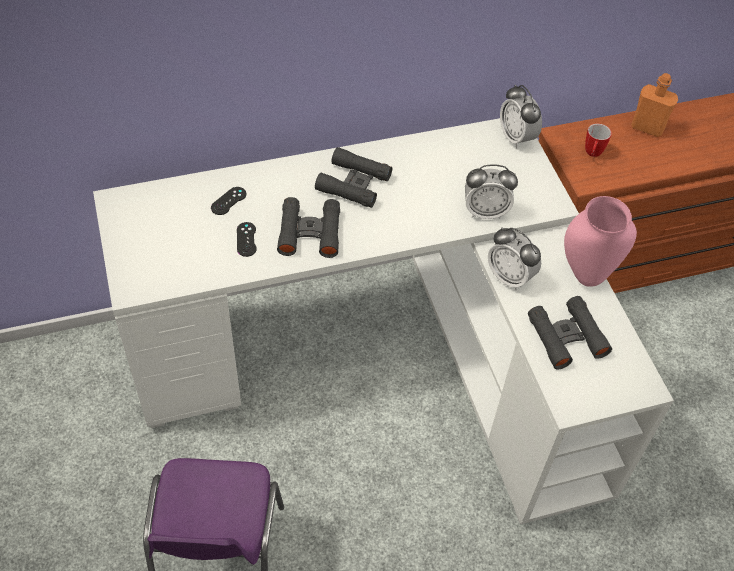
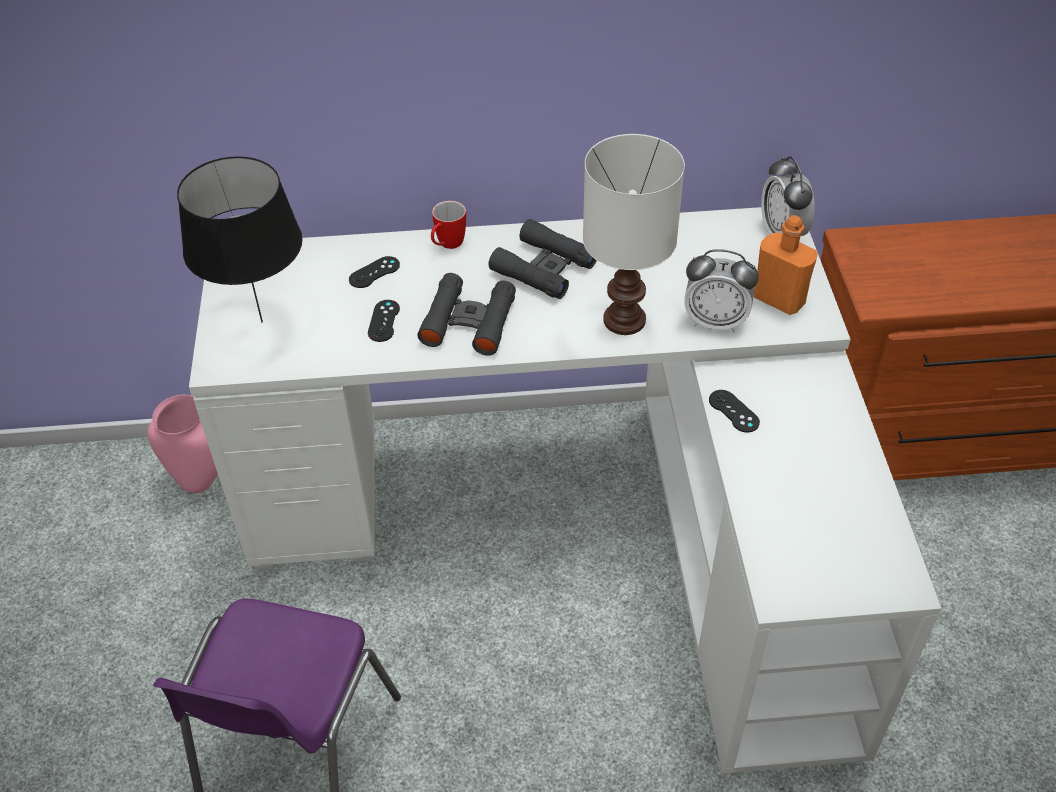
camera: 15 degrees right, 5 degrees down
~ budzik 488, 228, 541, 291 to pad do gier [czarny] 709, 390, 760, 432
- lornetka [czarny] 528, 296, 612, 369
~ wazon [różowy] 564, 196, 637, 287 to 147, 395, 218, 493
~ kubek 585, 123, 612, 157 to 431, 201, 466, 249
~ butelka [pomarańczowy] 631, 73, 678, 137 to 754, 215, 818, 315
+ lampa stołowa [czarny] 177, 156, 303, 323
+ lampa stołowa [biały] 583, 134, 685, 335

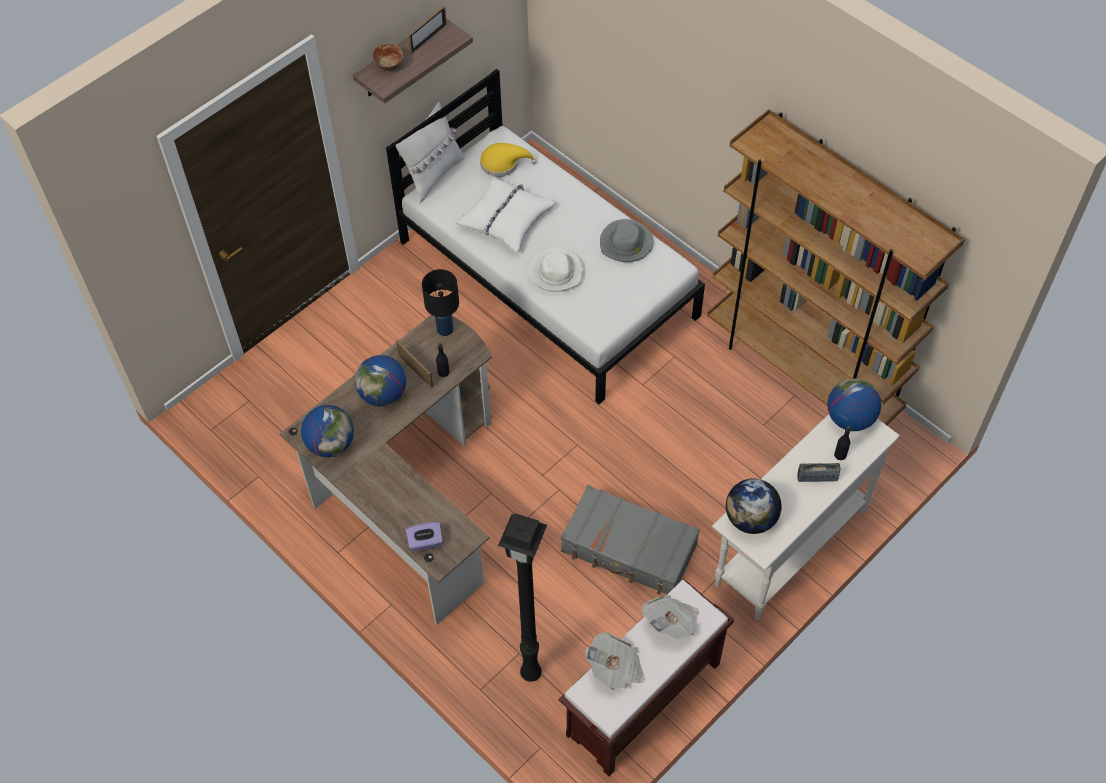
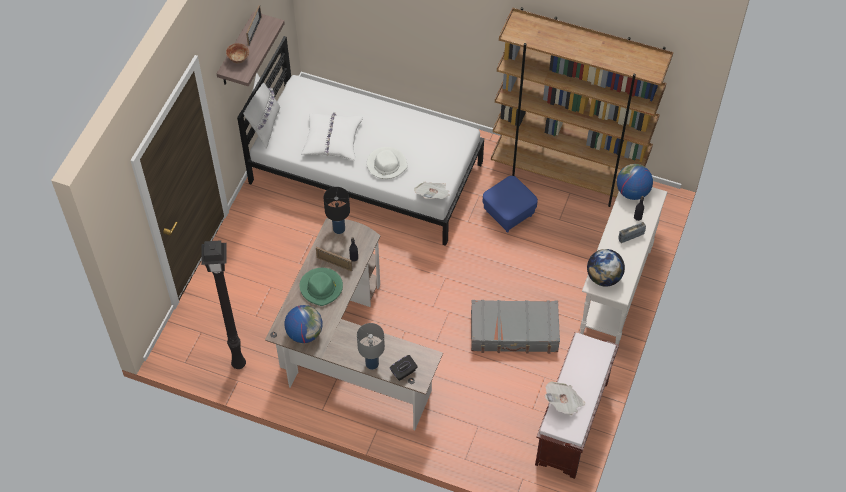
camera: 25 degrees left, 0 degrees up
~ globus 355, 355, 406, 406 to kapelusz [zielony] 299, 268, 343, 306
~ pudełko chusteczek [fioletowy] 405, 522, 443, 552 to pudełko chusteczek [czarny] 390, 355, 418, 381
- kapelusz [żółty] 480, 143, 537, 177
~ lampa stojąca [czarny] 498, 513, 547, 682 to 201, 240, 246, 369
- kapelusz [szary] 600, 219, 653, 262
~ gazeta 642, 595, 699, 639 to 414, 182, 450, 199
+ lampa stołowa [szary] 357, 323, 385, 370
+ pufa [niebieski] 483, 176, 538, 232

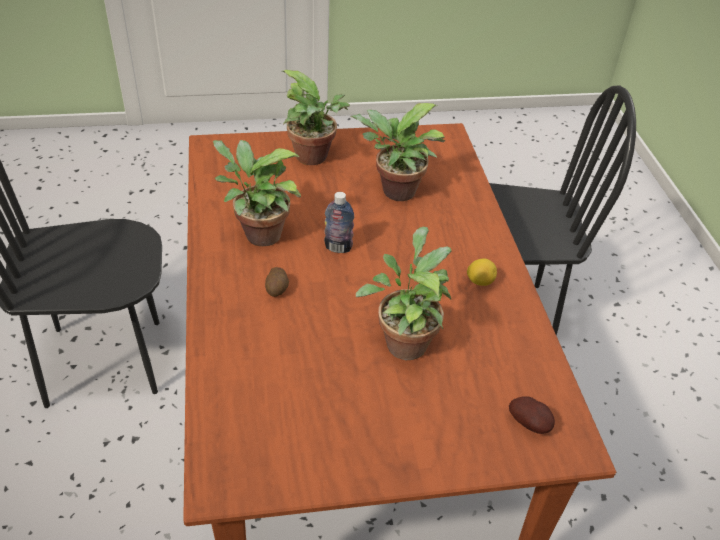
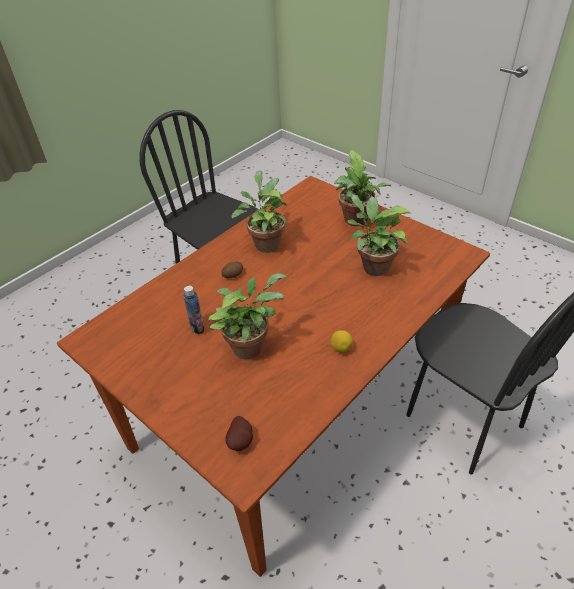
camera: 55 degrees right, 0 degrees up
~ butelka 324, 192, 354, 253 to 183, 286, 204, 334

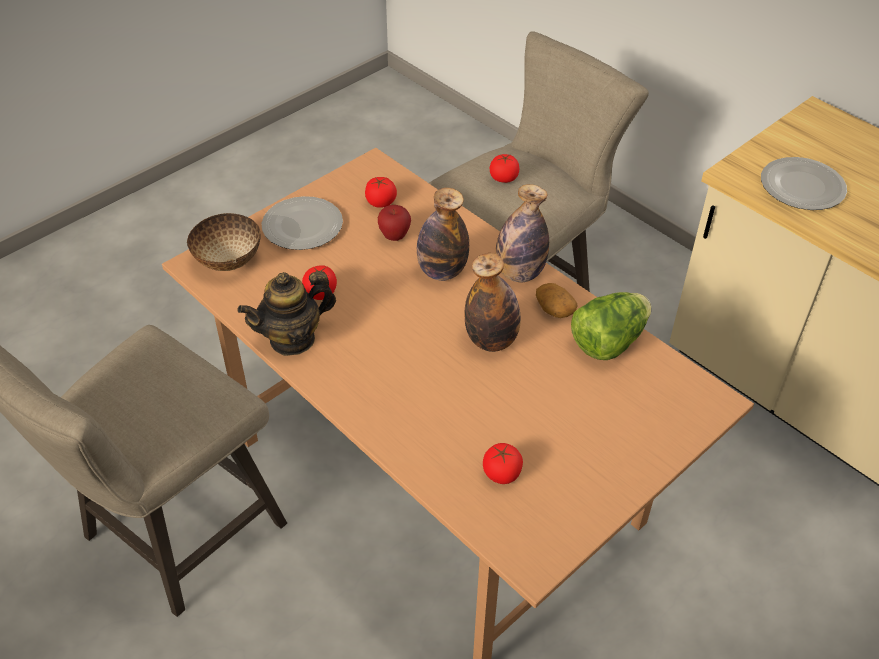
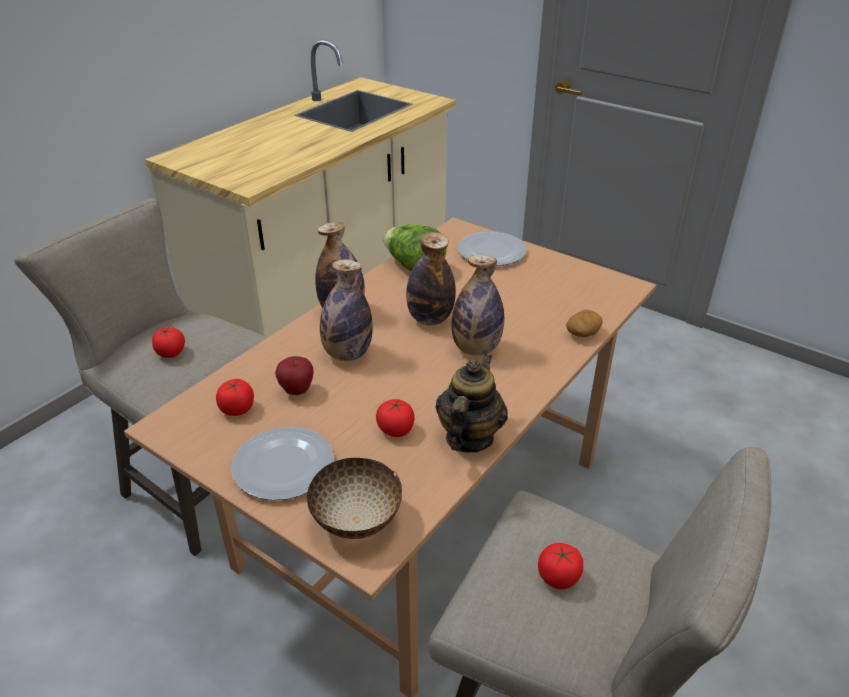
camera: 100 degrees left, 10 degrees down
~ imbryk 237, 271, 336, 356 = 436, 354, 508, 453 120 degrees counterclockwise
~ pomidor 483, 443, 523, 484 to 538, 543, 583, 589
~ ziemniak 536, 283, 578, 318 to 566, 309, 603, 337
~ talerz 761, 157, 847, 210 to 458, 231, 527, 266
+ butelka 452, 255, 504, 355

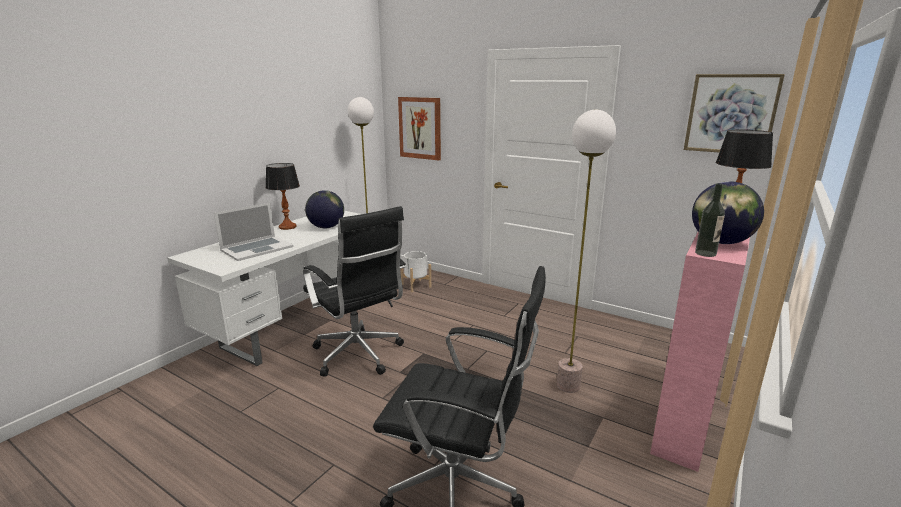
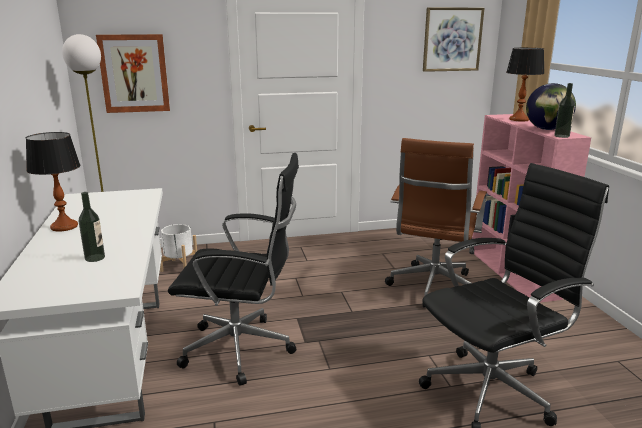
camera: 45 degrees left, 0 degrees up
~ laptop 214, 203, 294, 261 to butelka 79, 192, 105, 262
- globus 305, 190, 344, 228
~ lampa stojąca 557, 110, 616, 393 to krzesło biurowe [brązowy] 385, 138, 487, 308

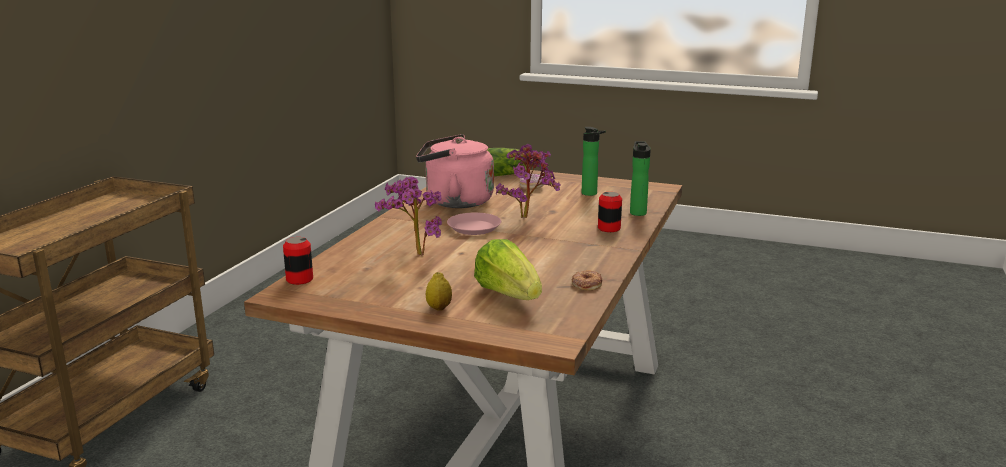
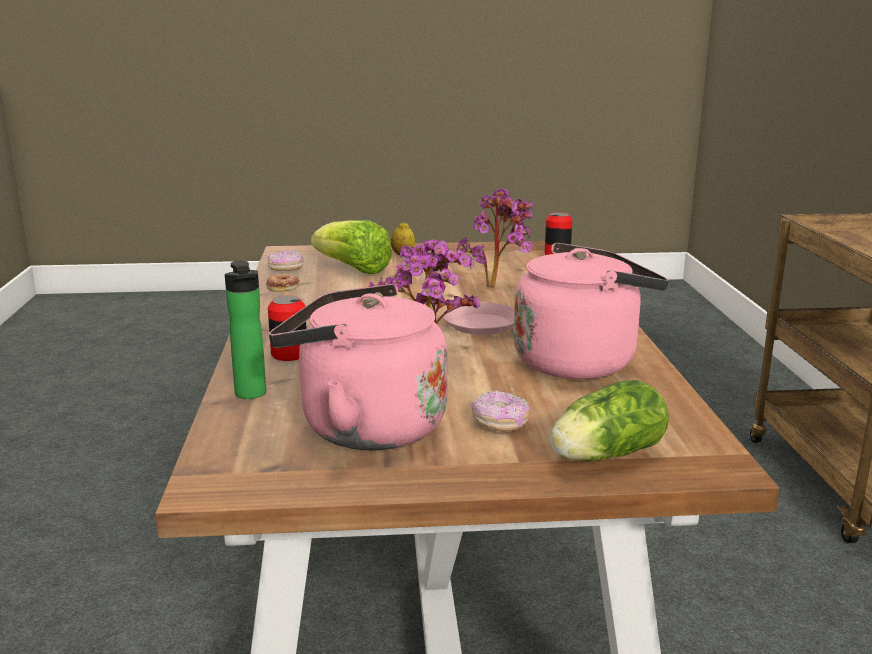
camera: 155 degrees right, 0 degrees up
~ butelka 582, 127, 606, 196 to czajnik [różowy] 269, 284, 447, 450
+ donut 267, 250, 303, 271

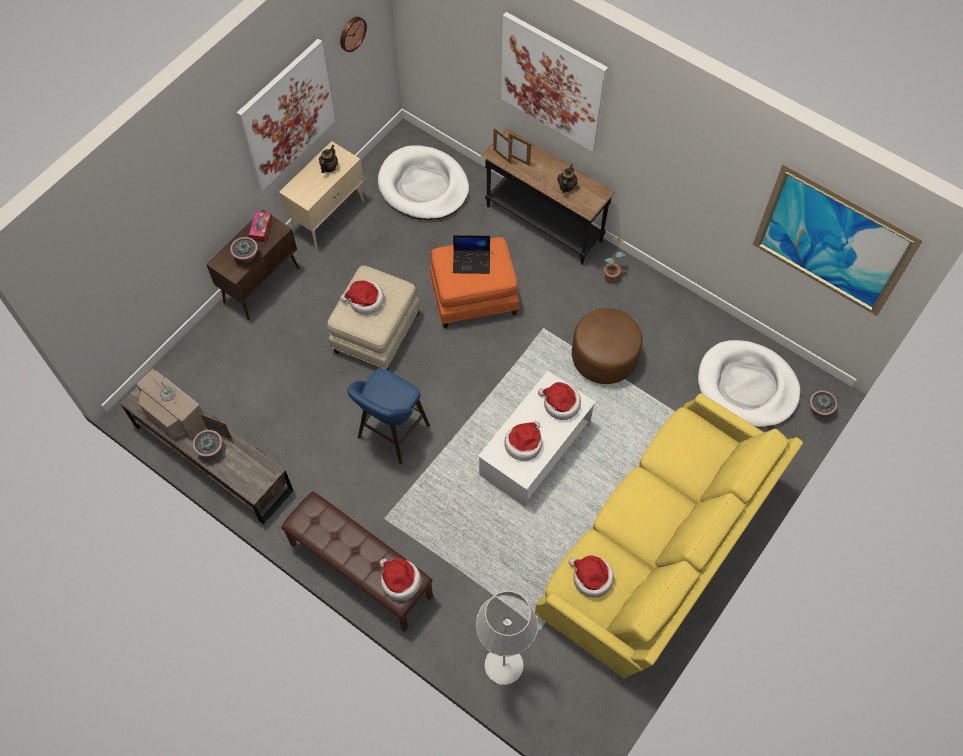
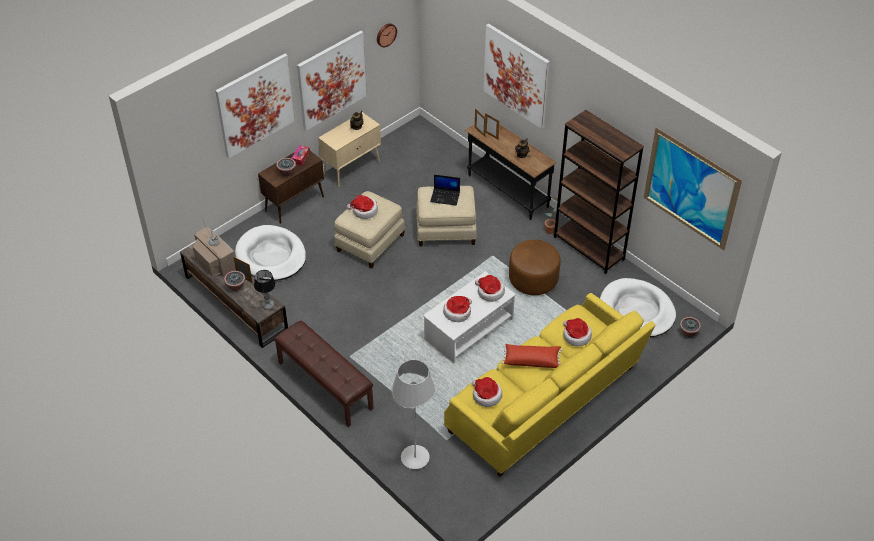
camera: 10 degrees right, 15 degrees down
- stołek [niebieski] 347, 368, 430, 464
~ legowisko [biały] 378, 145, 469, 220 to 235, 225, 306, 281
~ kapelusz 380, 558, 421, 601 to 563, 318, 592, 347
~ pufa [pomarańczowy] 430, 237, 519, 328 to pufa [beżowy] 416, 186, 477, 246
+ obraz 215, 54, 295, 158
+ lampa stołowa 254, 270, 276, 310
+ poduszka [czerwony] 502, 344, 562, 368
+ regał [brązowy] 554, 110, 644, 274

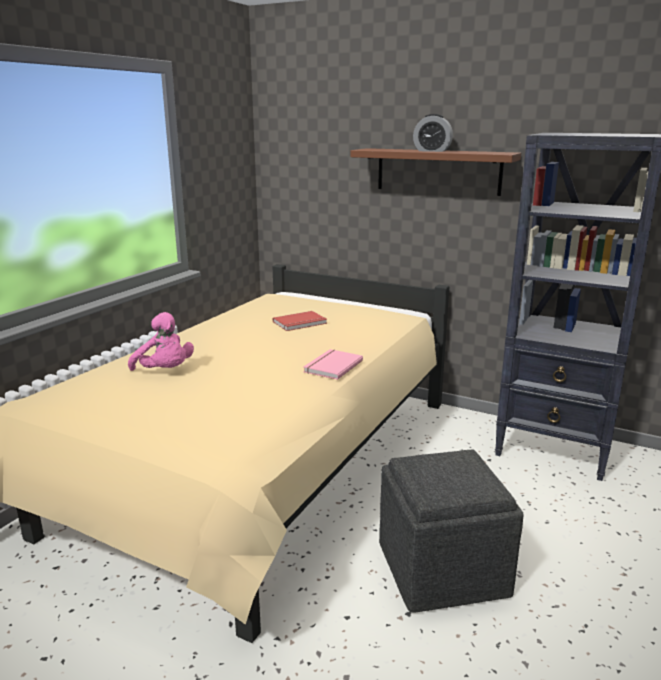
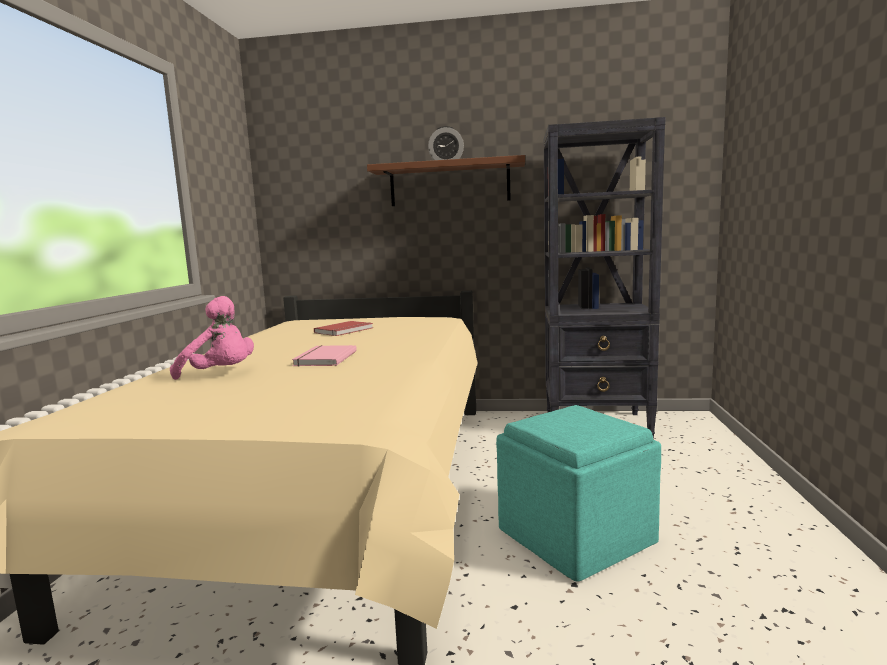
camera: 20 degrees left, 10 degrees down
~ książka [różowy] 304, 349, 363, 380 to 292, 345, 357, 367
~ pufa [szary] 379, 449, 524, 613 to pufa [turkusowy] 496, 405, 661, 581

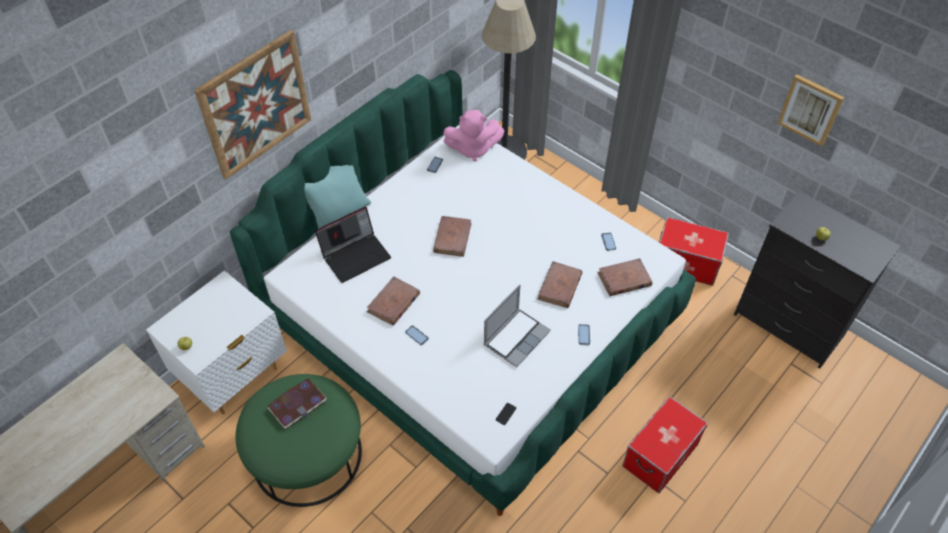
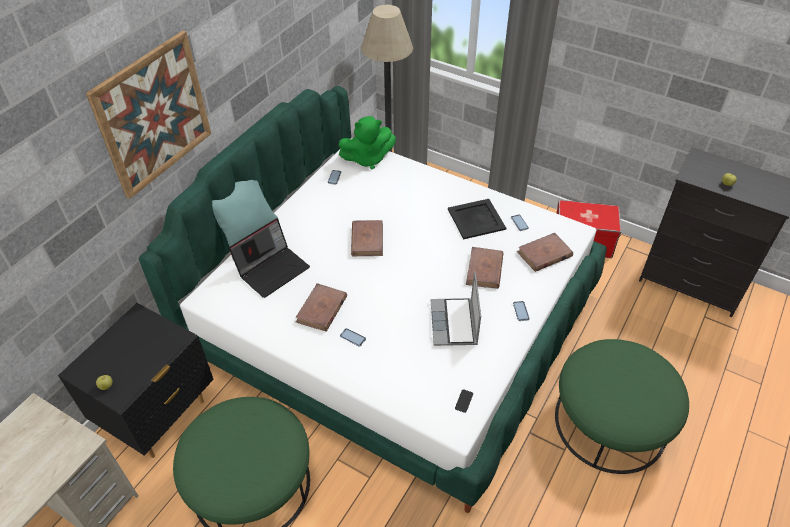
camera: 10 degrees left, 5 degrees down
~ szafka nocna [biały] 146, 270, 287, 415 to szafka nocna [czarny] 58, 303, 213, 458
- książka 268, 378, 327, 429
~ pluszak [różowy] 443, 110, 504, 161 to pluszak [zielony] 339, 116, 396, 169
~ laptop 483, 285, 551, 367 = 431, 271, 481, 346 150 degrees clockwise
~ pojemnik do przechowywania 622, 396, 708, 493 to pufa [zielony] 555, 339, 689, 474
- obraz 777, 74, 844, 146
+ taca [czarny] 448, 199, 506, 239

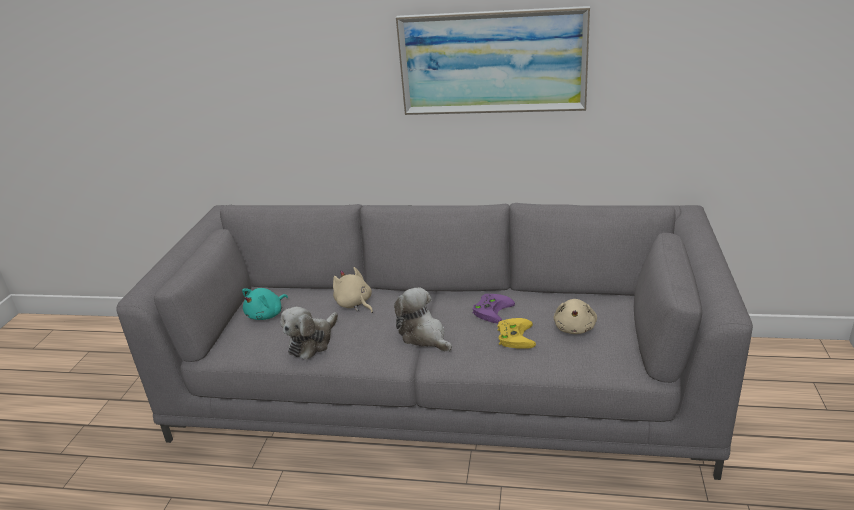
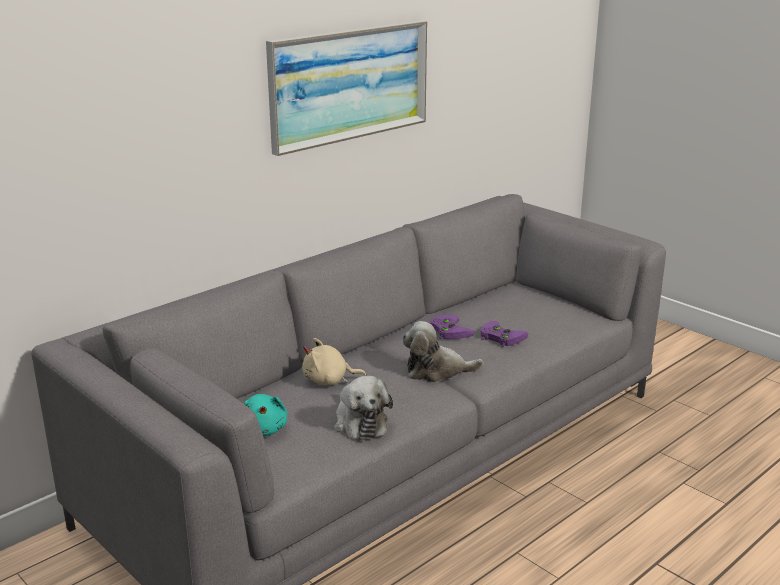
camera: 55 degrees left, 5 degrees down
~ pad do gier [żółty] 497, 318, 536, 349 to pad do gier [fioletowy] 480, 321, 528, 347
- pluszak [beżowy] 554, 299, 597, 334

